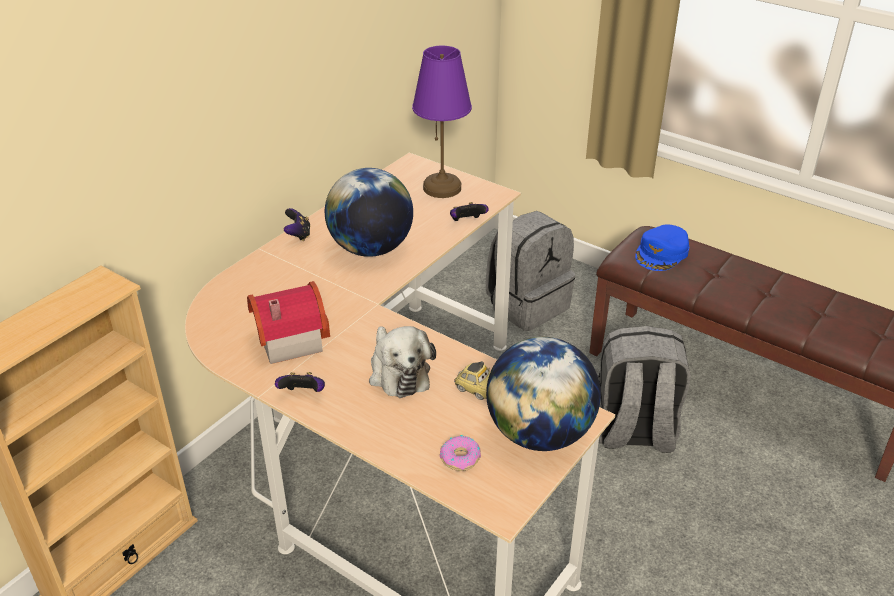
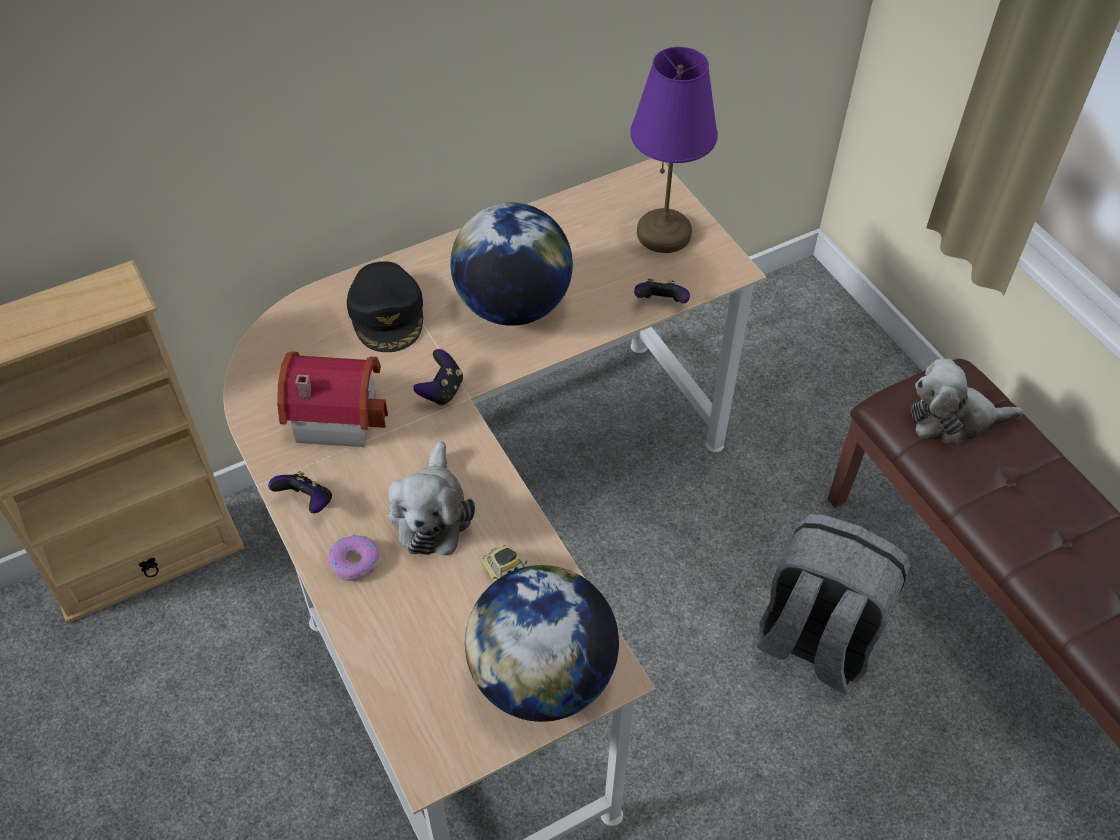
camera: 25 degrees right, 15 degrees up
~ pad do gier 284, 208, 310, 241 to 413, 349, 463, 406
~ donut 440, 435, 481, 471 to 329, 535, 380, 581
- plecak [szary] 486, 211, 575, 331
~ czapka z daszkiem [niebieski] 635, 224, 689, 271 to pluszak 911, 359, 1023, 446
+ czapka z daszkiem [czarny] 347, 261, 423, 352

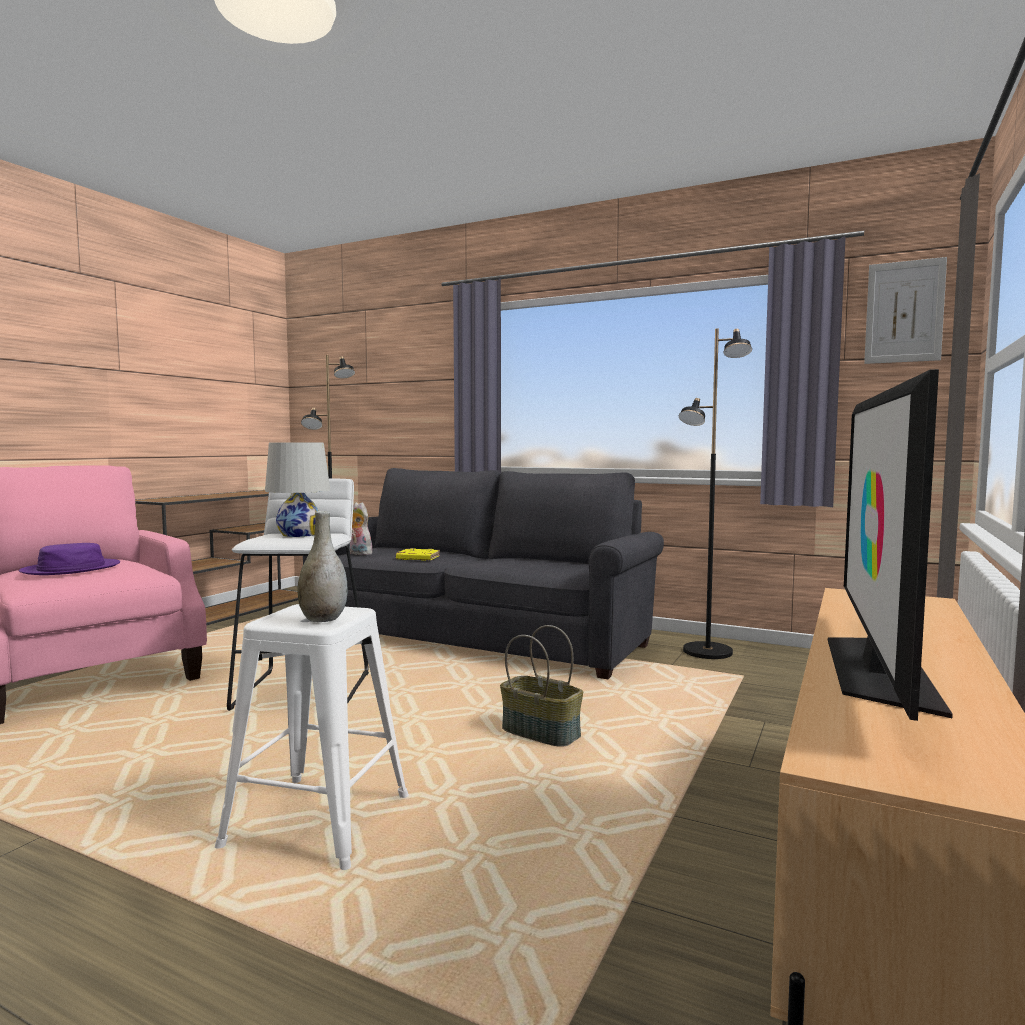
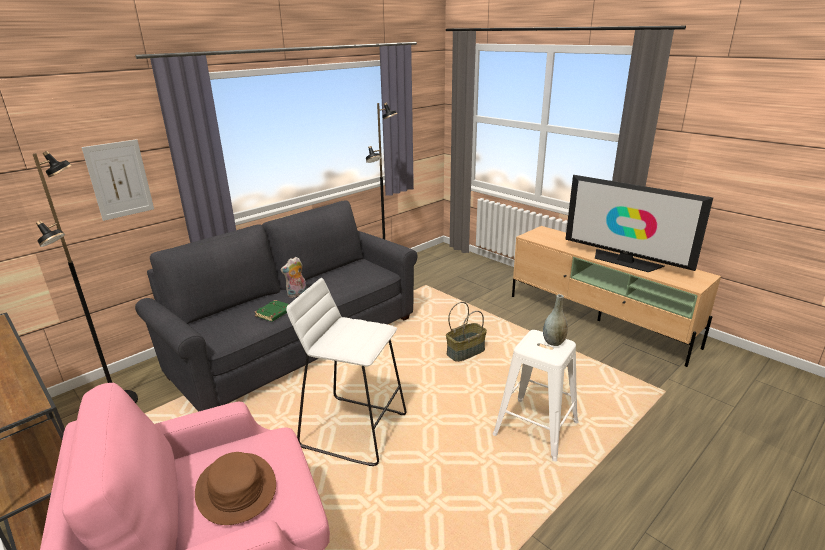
camera: 70 degrees left, 20 degrees up
~ kapelusz [fioletowy] 19, 543, 120, 575 to kapelusz [brązowy] 195, 452, 276, 525
- lampa stołowa [biały] 265, 443, 330, 537
~ pluszak 349, 502, 372, 555 to 280, 257, 307, 298
~ książka [żółty] 396, 548, 440, 561 to książka [zielony] 255, 300, 289, 322
~ obraz 864, 257, 947, 364 to 82, 139, 154, 221

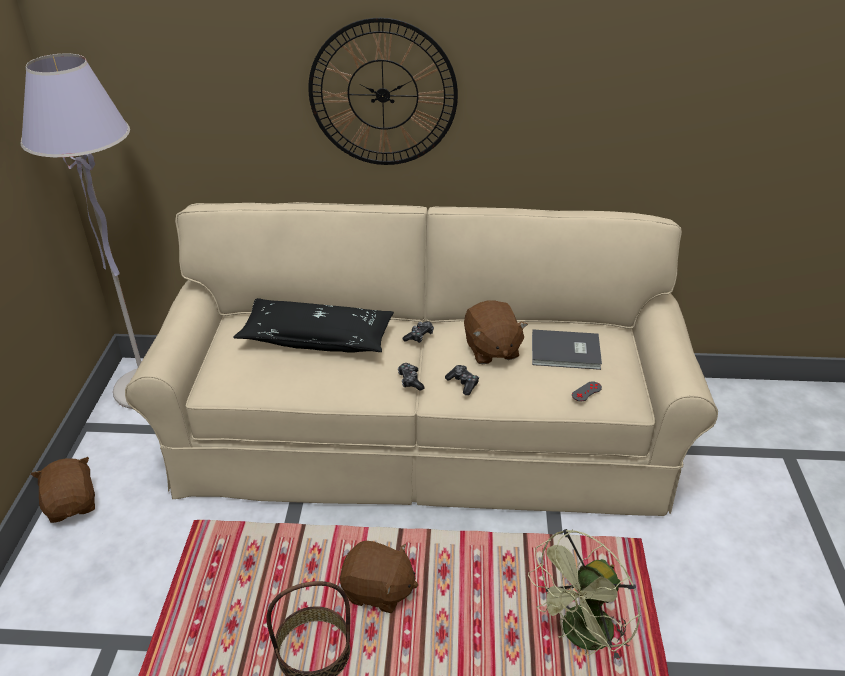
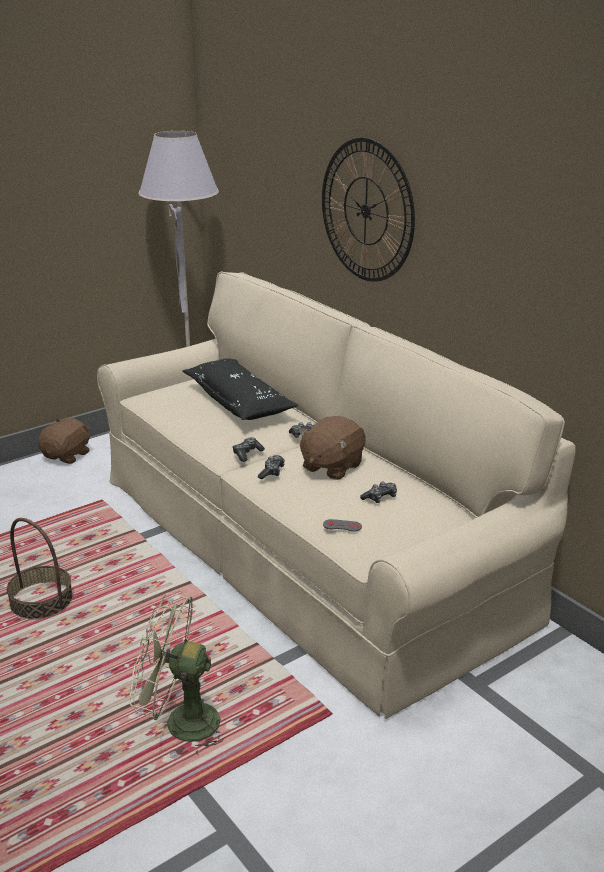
camera: 50 degrees right, 10 degrees down
- pluszak [brązowy] 340, 540, 418, 613
~ książka [szary] 532, 330, 602, 370 to pad do gier 360, 481, 397, 503

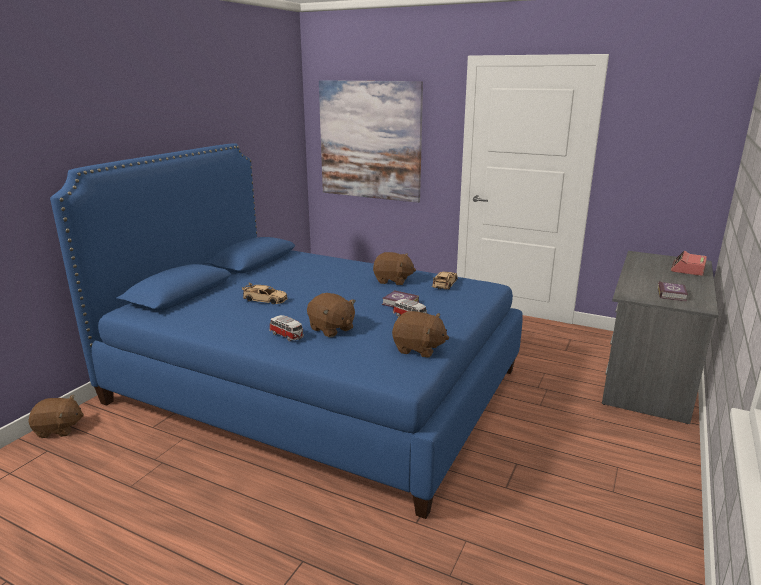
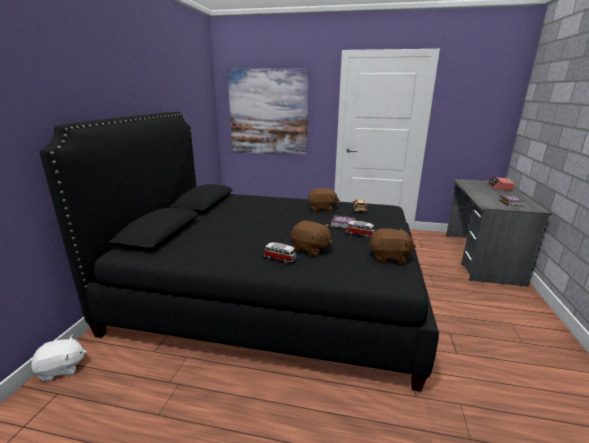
camera: 15 degrees left, 0 degrees up
~ pluszak [brązowy] 29, 395, 84, 438 to pluszak [biały] 32, 335, 87, 382
~ łóżko [niebieski] 50, 143, 523, 519 to łóżko [czarny] 40, 112, 439, 392
- samochodzik [beżowy] 242, 283, 287, 304

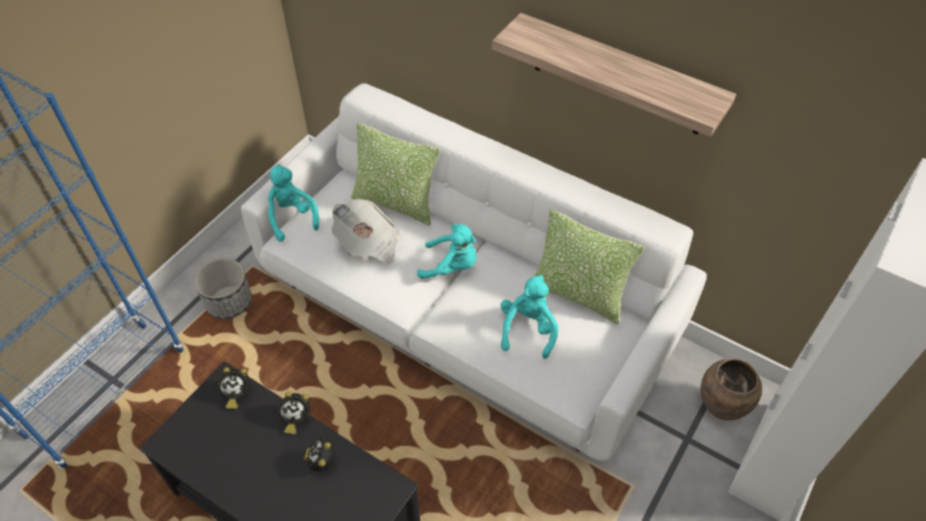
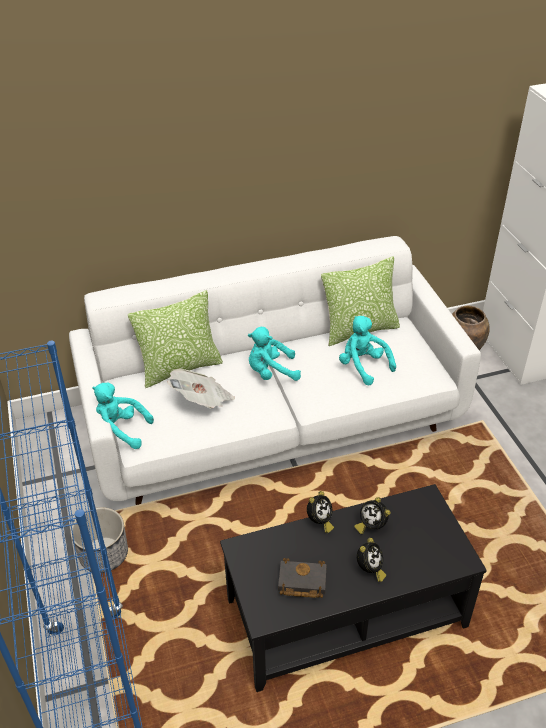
camera: 50 degrees left, 10 degrees down
~ budzik 218, 367, 250, 409 to 357, 538, 386, 582
~ pluszak [turkusowy] 417, 224, 477, 279 = 248, 327, 301, 381 150 degrees counterclockwise
- półka 492, 13, 736, 137
+ książka [czarny] 278, 558, 327, 598

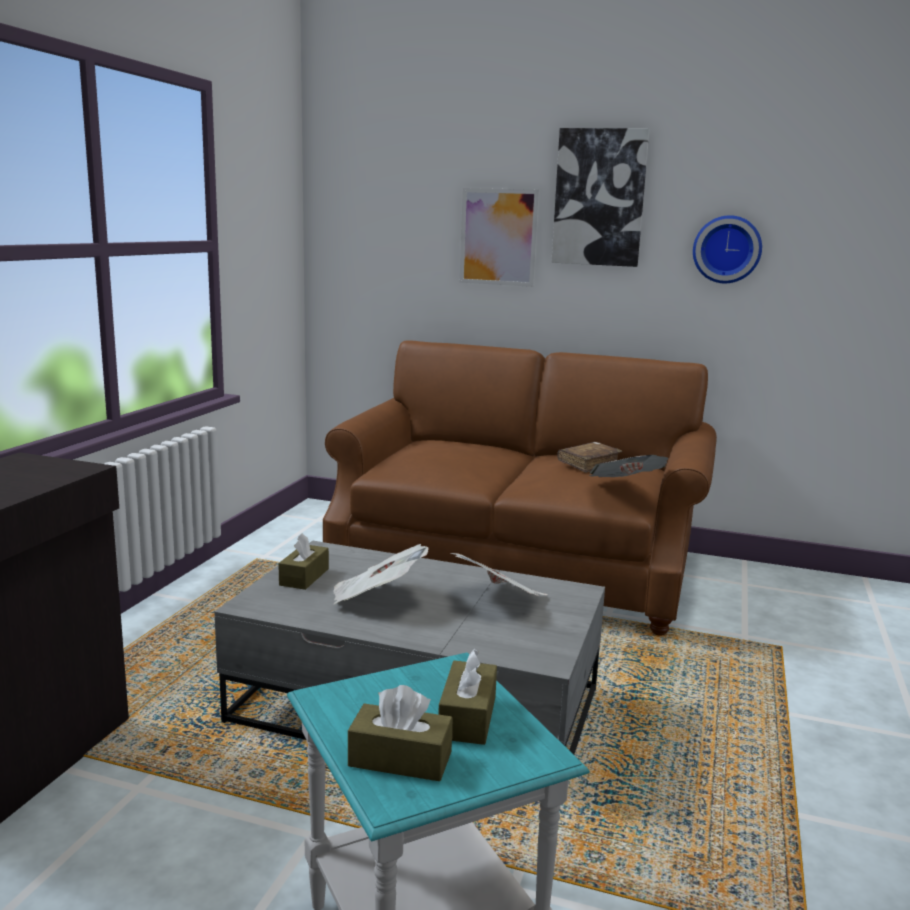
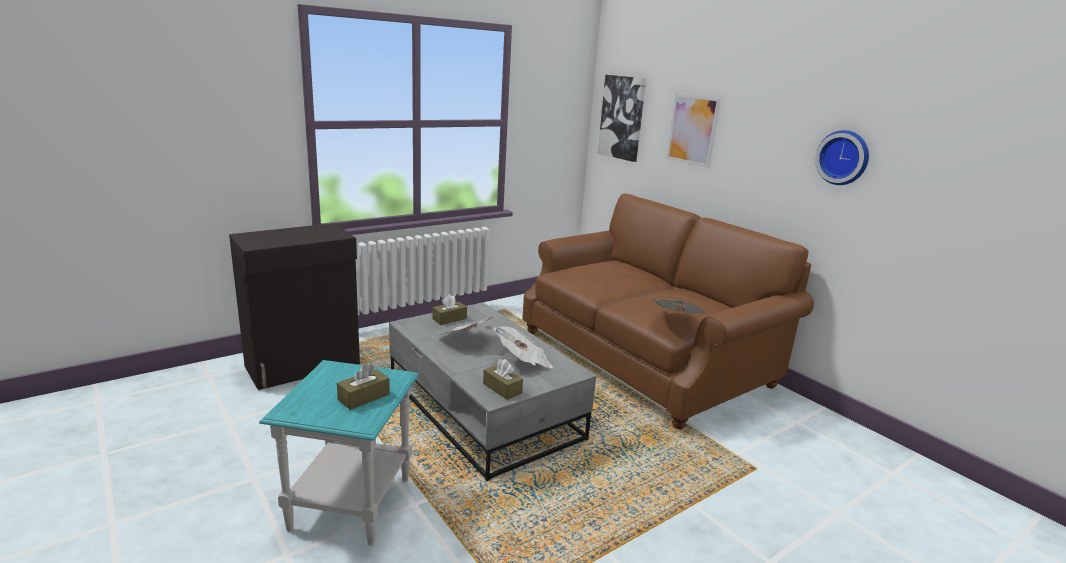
camera: 35 degrees right, 5 degrees up
~ pudełko chusteczek [brązowy] 348, 685, 453, 781 to 483, 359, 523, 400
~ obraz 551, 128, 650, 267 to 598, 75, 646, 162
- książka [brązowy] 557, 442, 622, 473

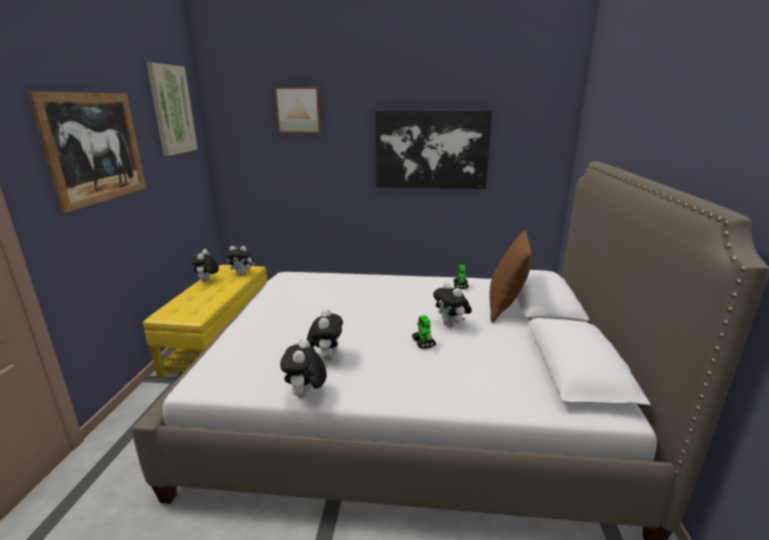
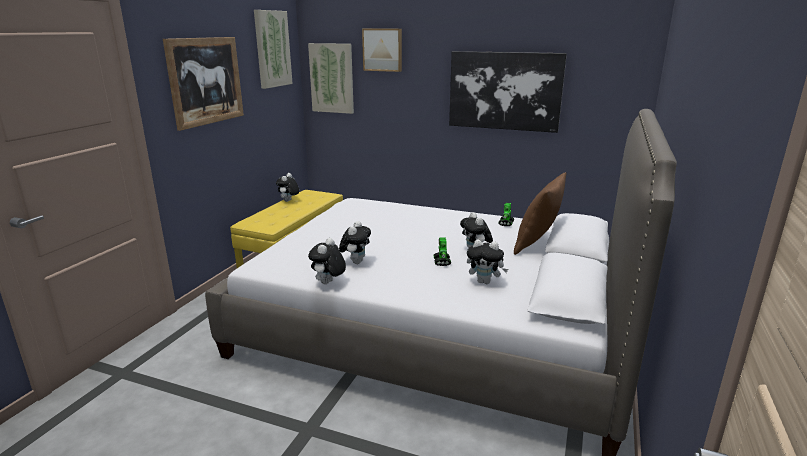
camera: 15 degrees right, 0 degrees up
~ pluszak 225, 246, 255, 275 to 467, 240, 508, 284
+ obraz 308, 43, 354, 114

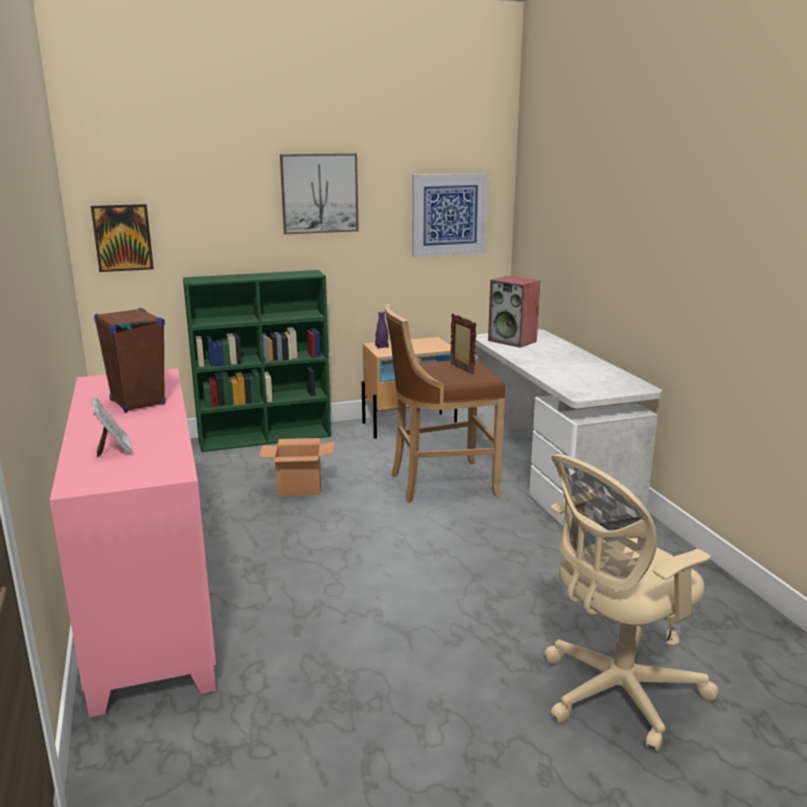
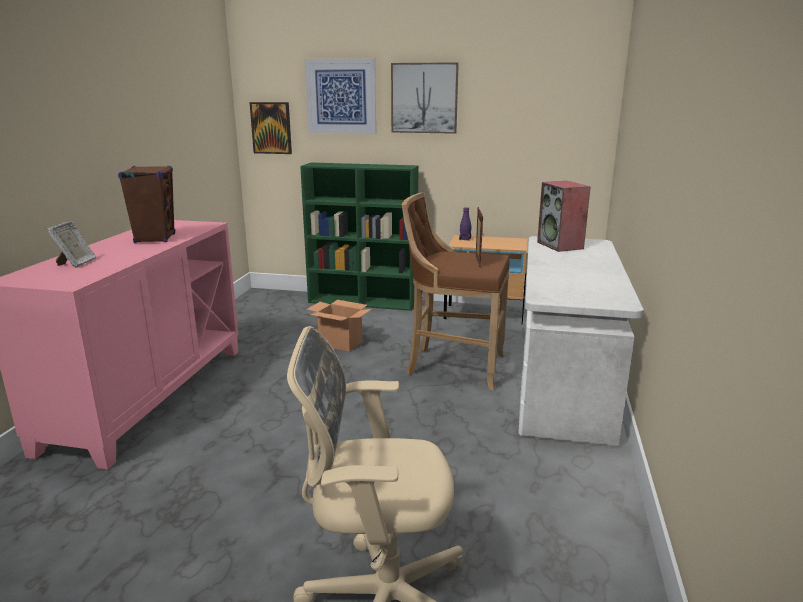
camera: 30 degrees right, 0 degrees up
~ obraz 412, 173, 489, 257 to 305, 58, 376, 134

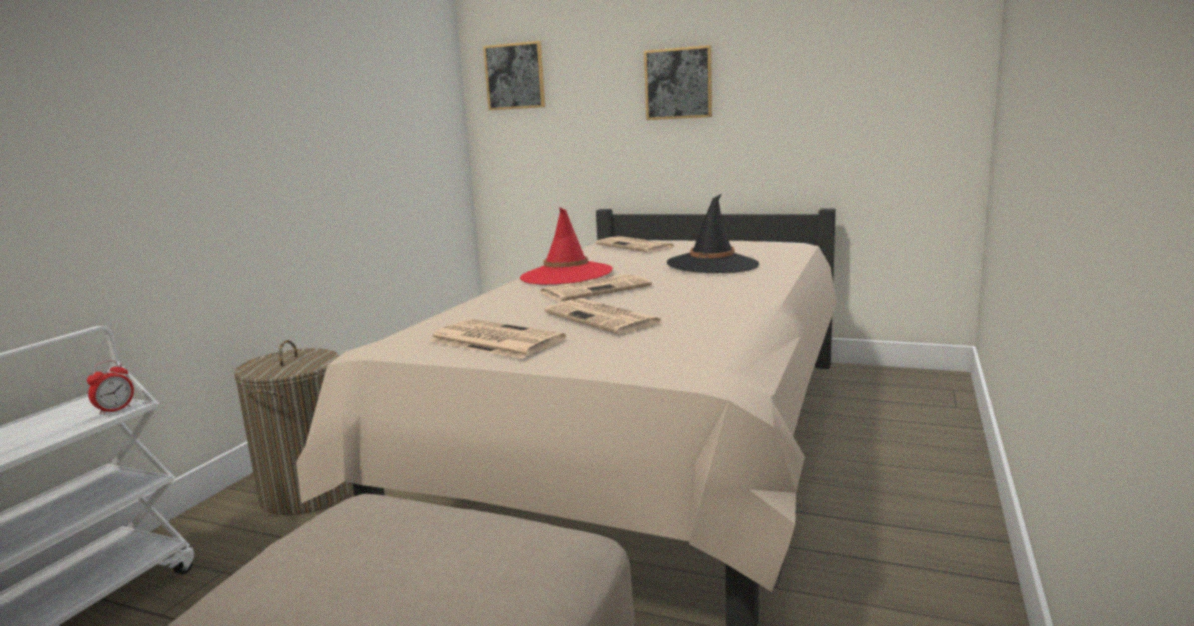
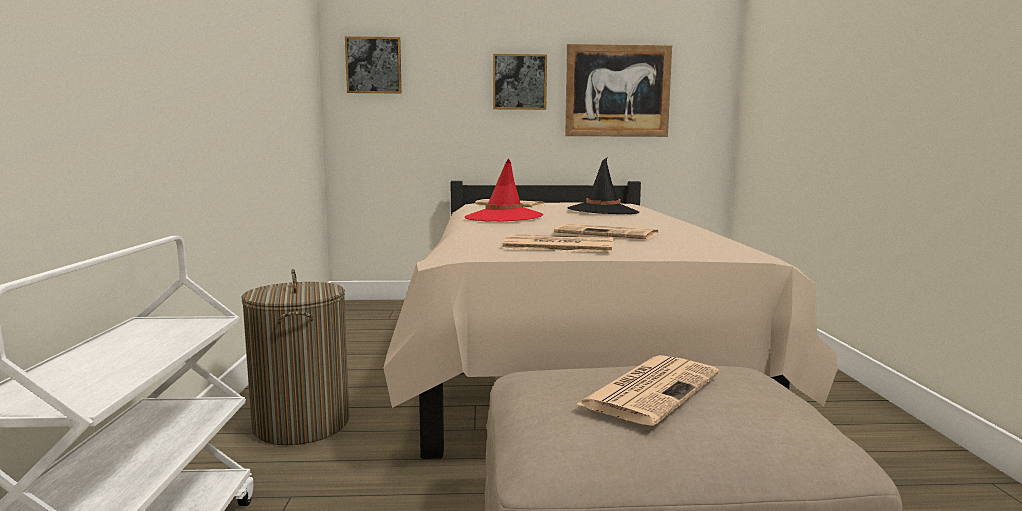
camera: 25 degrees left, 5 degrees down
- budzik 87, 360, 134, 415
~ gazeta 540, 274, 652, 301 to 576, 355, 720, 426
+ obraz 565, 44, 672, 137

